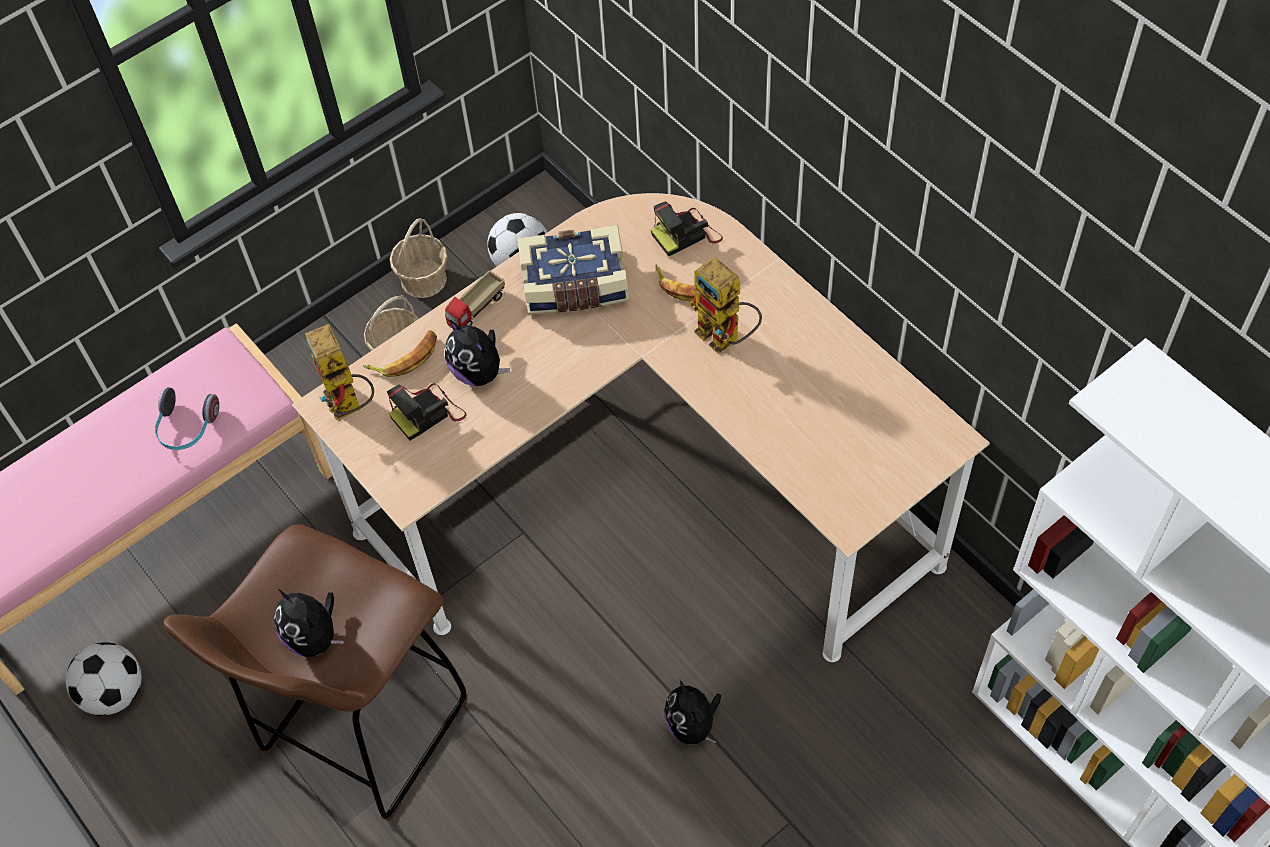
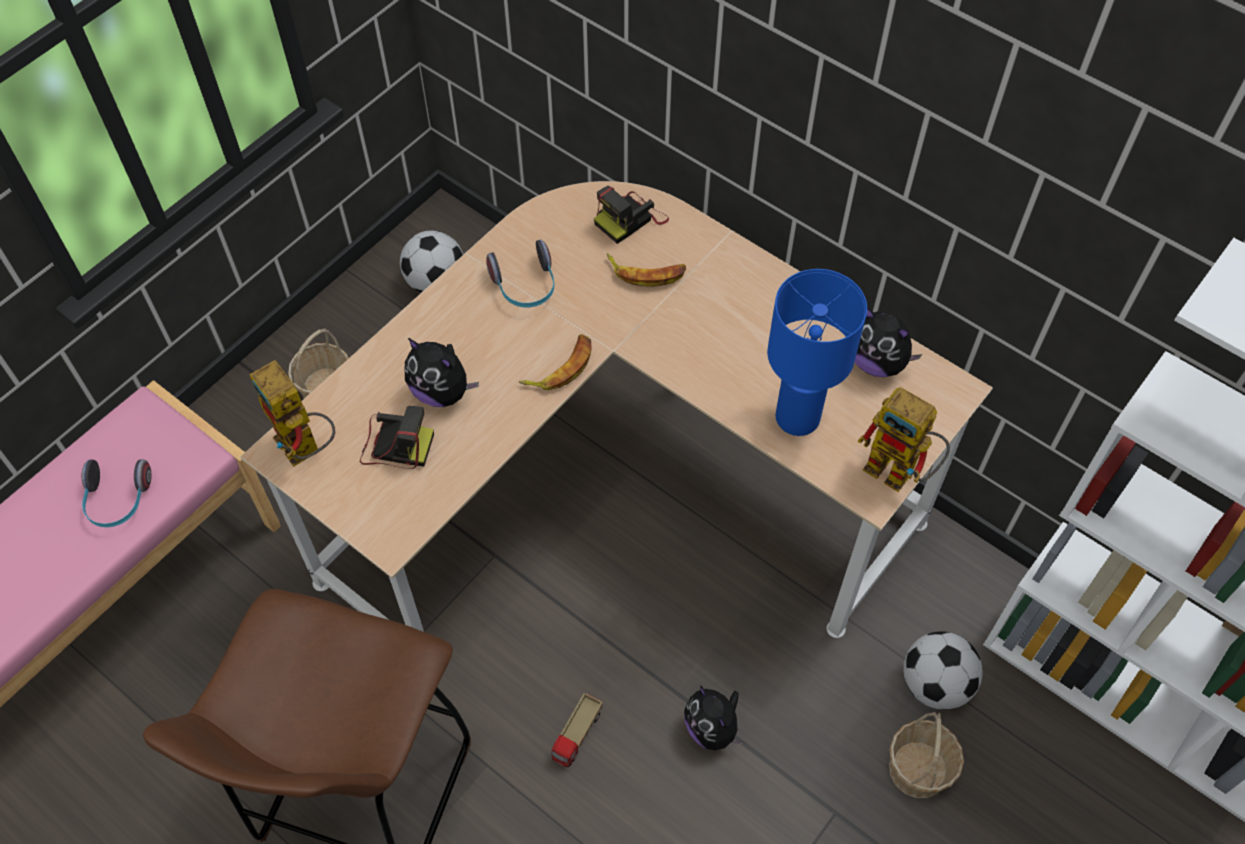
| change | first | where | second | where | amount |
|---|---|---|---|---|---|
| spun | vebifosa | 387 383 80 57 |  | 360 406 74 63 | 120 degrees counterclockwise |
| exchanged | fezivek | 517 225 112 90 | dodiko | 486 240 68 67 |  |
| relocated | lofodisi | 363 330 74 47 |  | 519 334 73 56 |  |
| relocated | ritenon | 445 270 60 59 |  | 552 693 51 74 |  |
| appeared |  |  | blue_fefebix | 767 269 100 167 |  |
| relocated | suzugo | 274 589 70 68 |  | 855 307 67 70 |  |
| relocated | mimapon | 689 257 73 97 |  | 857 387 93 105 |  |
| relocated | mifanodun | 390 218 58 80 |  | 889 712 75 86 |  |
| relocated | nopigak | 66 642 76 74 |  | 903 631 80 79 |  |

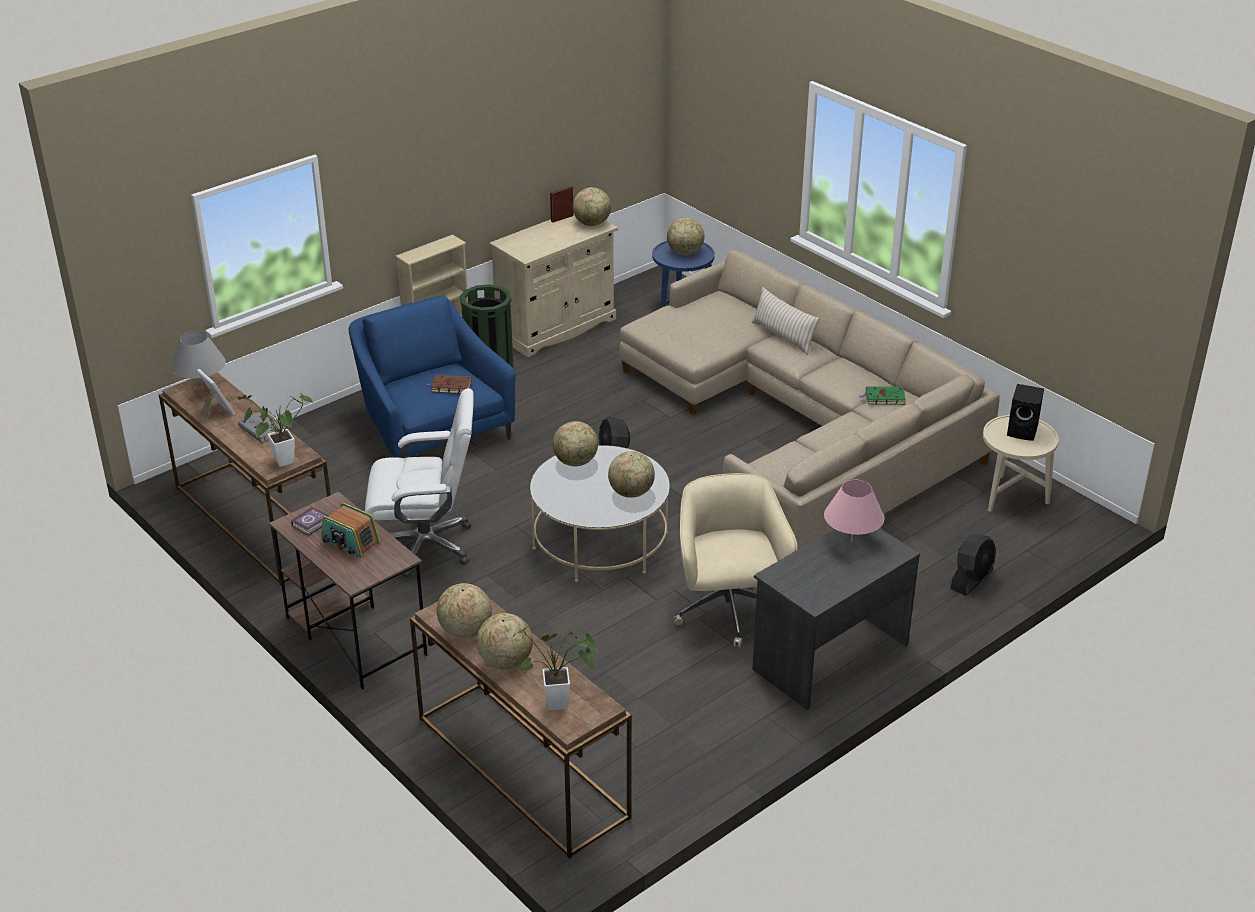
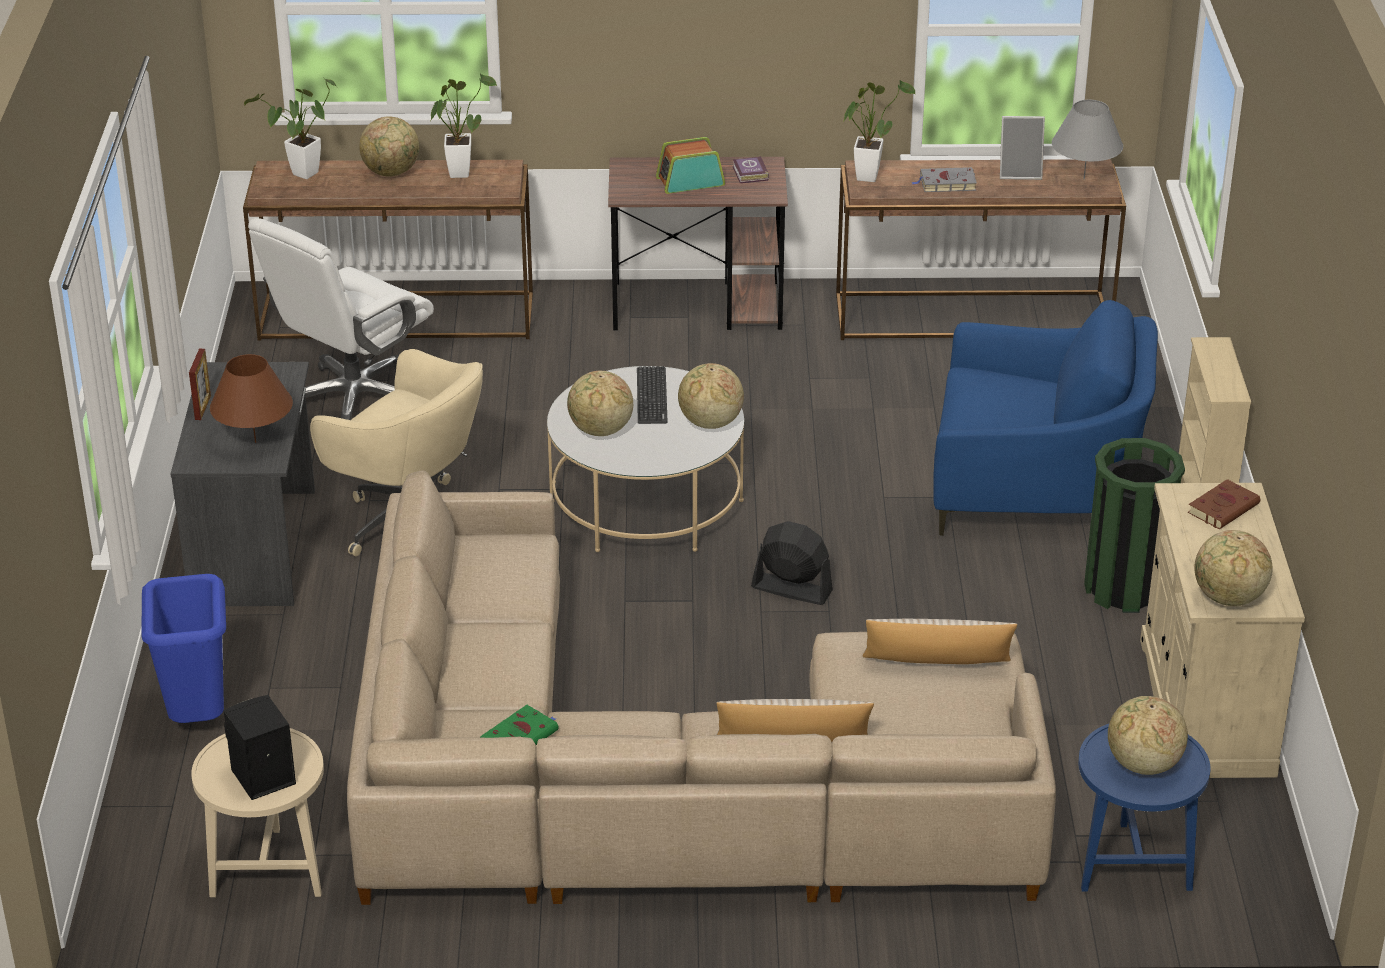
| change | first | where | second | where | amount |
|---|---|---|---|---|---|
| exchanged | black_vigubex | 950 535 46 61 | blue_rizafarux | 142 574 84 149 |  |
| relocated | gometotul | 550 186 24 37 |  | 189 349 22 71 |  |
| colour | pink_fefebix | 824 480 60 62 | brown_fefebix | 210 354 83 89 |  |
| relocated | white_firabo | 365 388 109 190 |  | 248 218 186 202 |  |
| exchanged | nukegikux | 437 583 55 55 | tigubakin | 431 73 66 105 |  |
| appeared |  |  | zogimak | 637 366 31 58 |  |
| appeared |  |  | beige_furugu | 862 619 155 45 |  |
| relocated | brown_fezivek | 427 374 45 20 |  | 1188 479 72 50 |  |

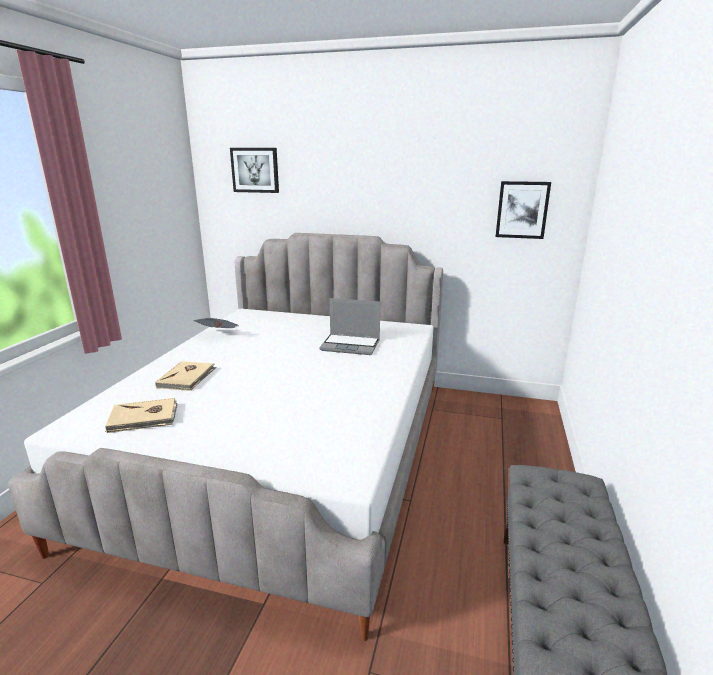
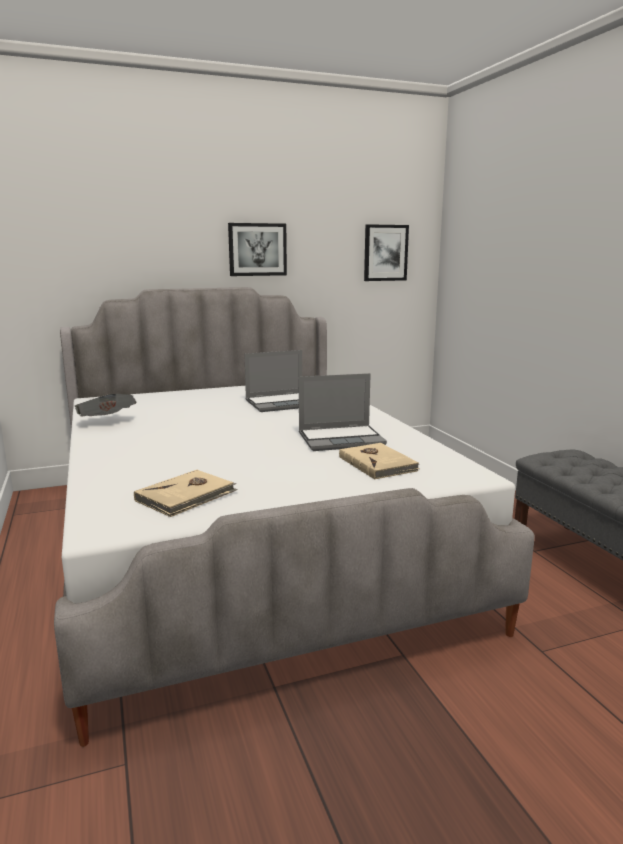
| change | first | where | second | where | amount |
|---|---|---|---|---|---|
| relocated | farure | 230 148 49 45 |  | 228 223 59 53 |  |
| appeared |  |  | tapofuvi | 299 373 88 78 |  |
| relocated | beige_fezivek | 155 361 62 30 |  | 339 443 80 36 |  |

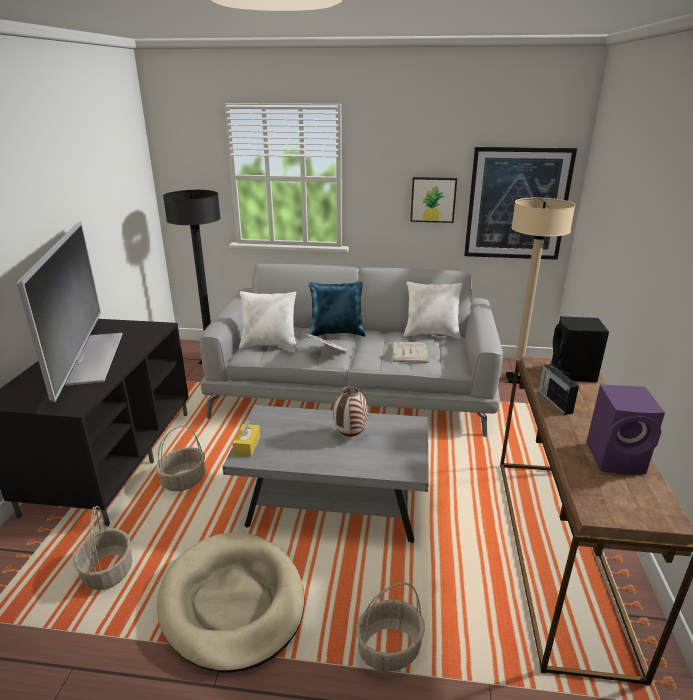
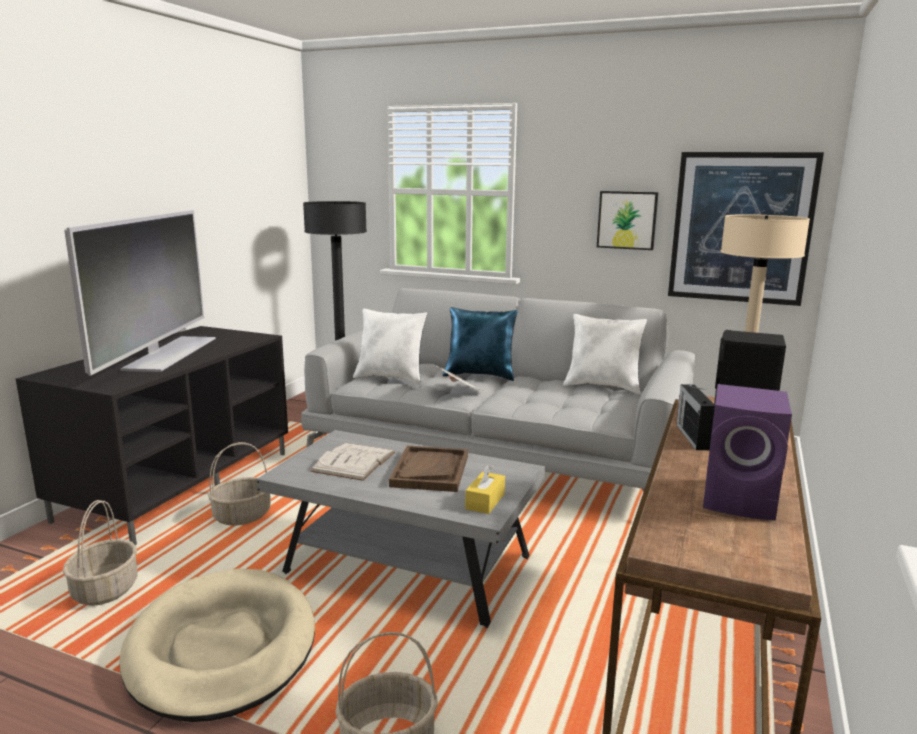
| change | first | where | second | where | amount |
|---|---|---|---|---|---|
| relocated | white_fezivek | 393 341 36 22 |  | 310 443 85 38 |  |
| exchanged | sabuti | 333 386 35 51 | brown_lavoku | 389 446 79 46 |  |
| relocated | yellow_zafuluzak | 233 421 27 35 |  | 465 464 40 50 |  |

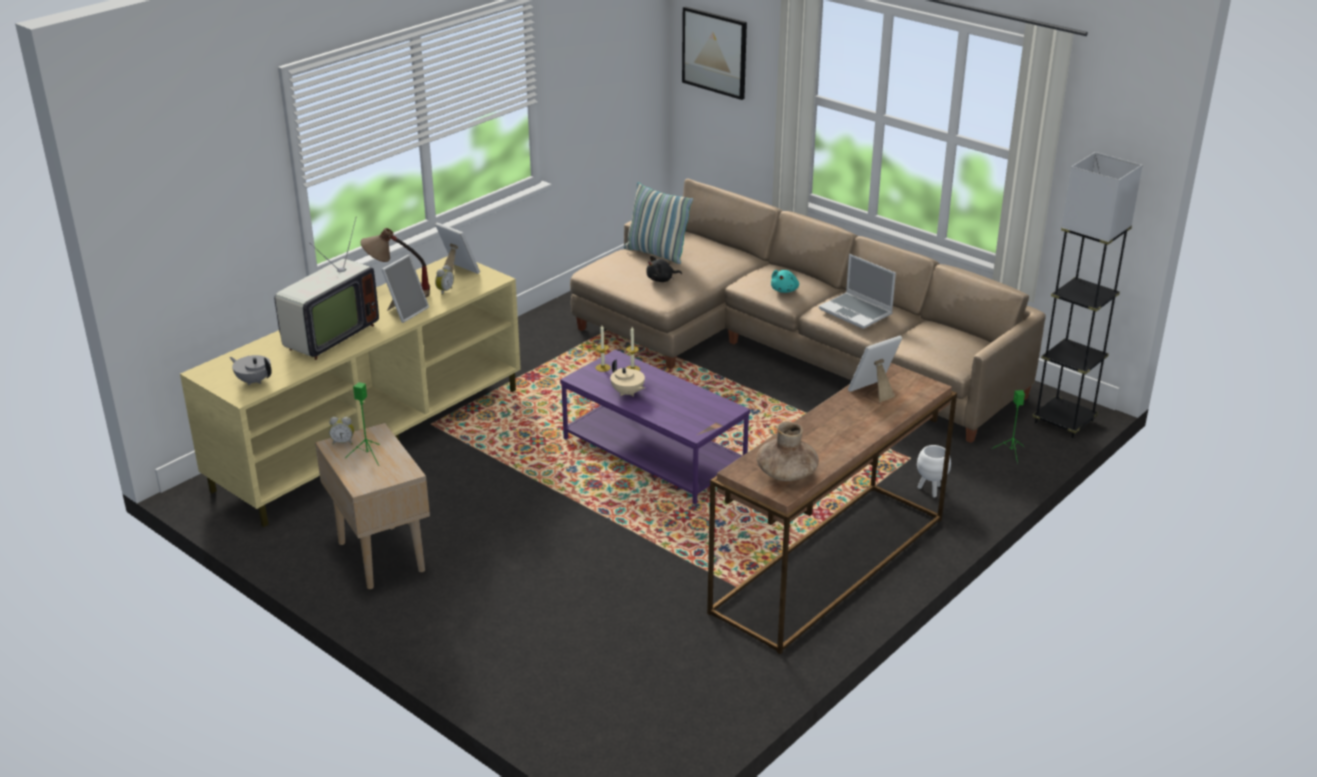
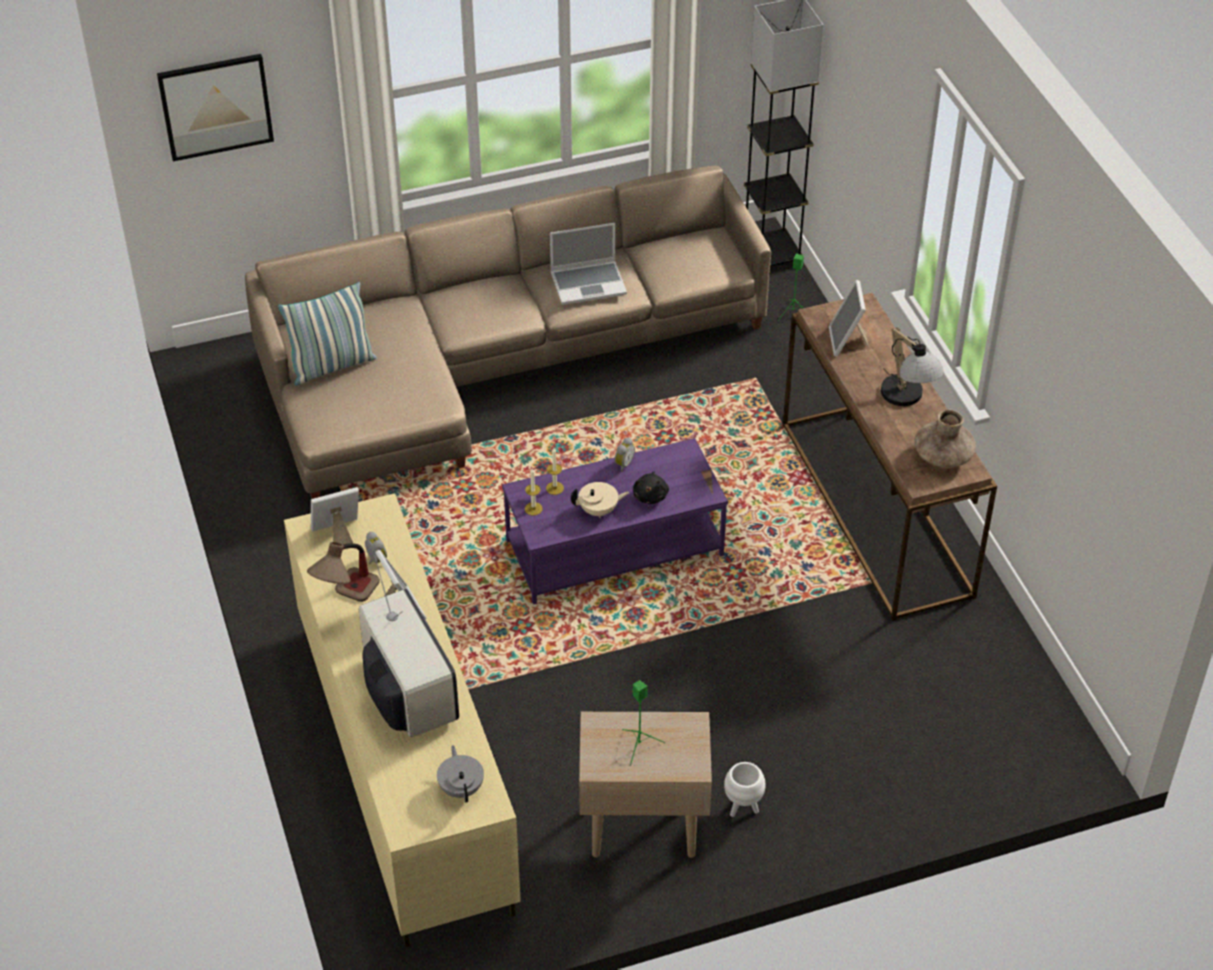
| change | first | where | second | where | amount |
|---|---|---|---|---|---|
| spun | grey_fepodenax | 229 355 43 30 |  | 437 745 47 58 | 105 degrees clockwise |
| relocated | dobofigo | 329 417 25 28 |  | 615 438 20 34 |  |
| relocated | black_suzugo | 646 256 36 26 |  | 633 471 36 33 |  |
| relocated | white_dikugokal | 917 445 34 53 |  | 724 762 42 55 |  |
| appeared |  |  | fefebix | 881 327 63 79 |  |
| missing | turquoise_suzugo | 771 270 28 23 |  |  |  |

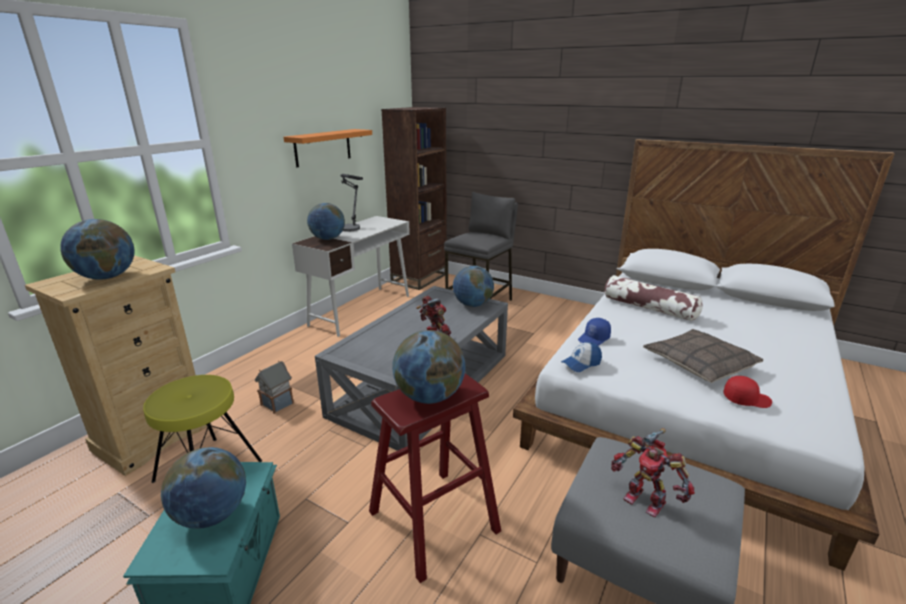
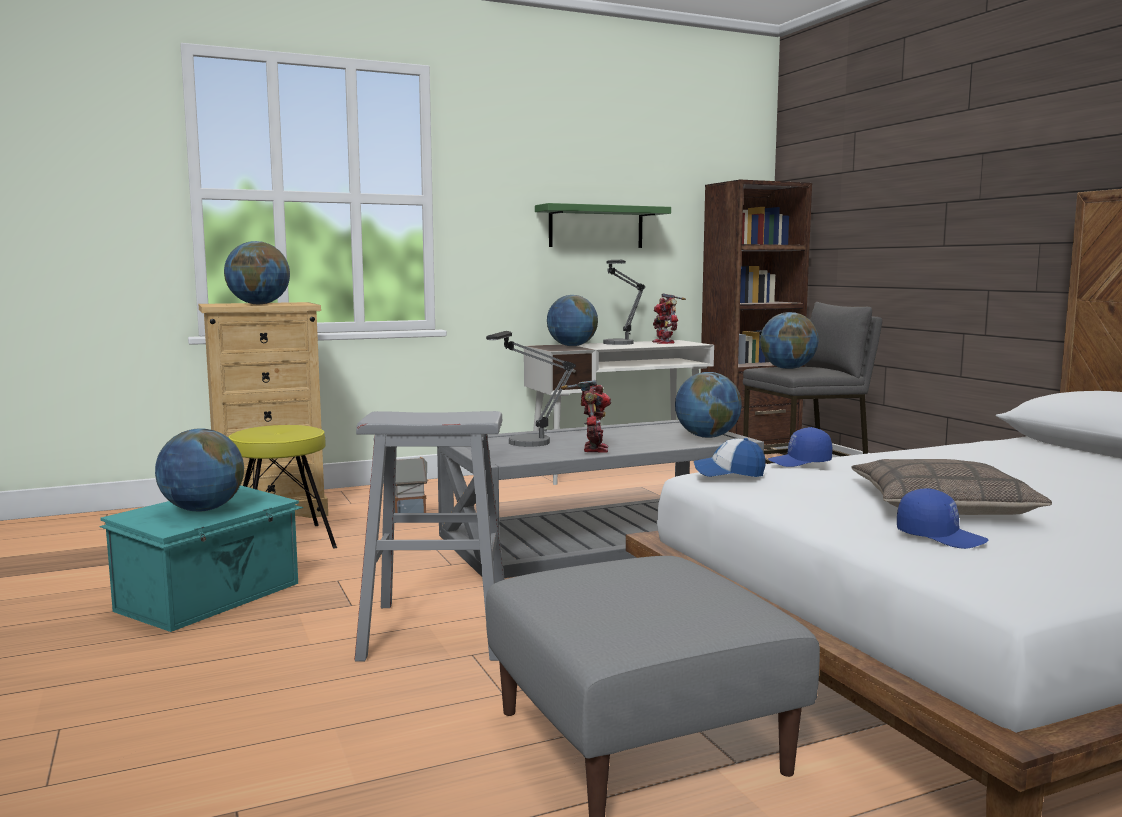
| change | first | where | second | where | amount |
|---|---|---|---|---|---|
| colour | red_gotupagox | 369 374 132 209 | grey_gotupagox | 354 411 151 250 |  |
| appeared |  |  | fefebix | 486 331 90 116 |  |
| colour | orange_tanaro | 284 129 88 38 | green_tanaro | 535 203 136 45 |  |
| relocated | mimapon | 611 428 84 89 |  | 652 293 34 51 |  |
| relocated | nukegikux | 392 330 73 74 |  | 760 312 59 57 |  |
| colour | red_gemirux | 723 376 49 32 | blue_gemirux | 897 488 91 61 |  |
| missing | furugu | 605 275 98 46 |  |  |  |

